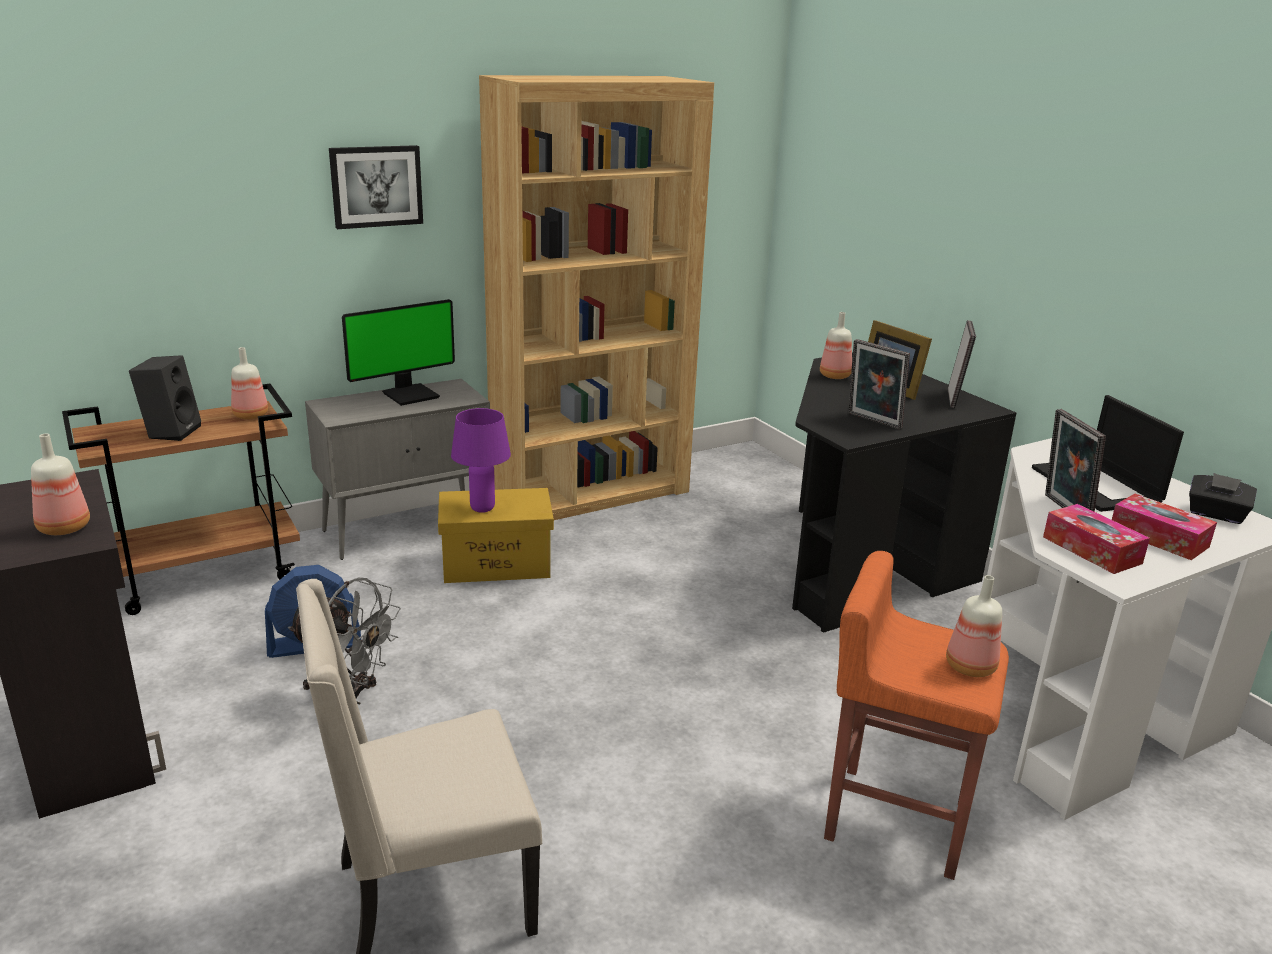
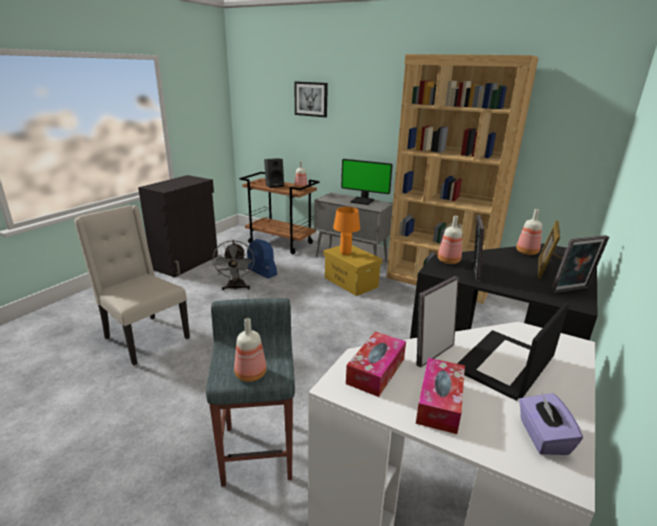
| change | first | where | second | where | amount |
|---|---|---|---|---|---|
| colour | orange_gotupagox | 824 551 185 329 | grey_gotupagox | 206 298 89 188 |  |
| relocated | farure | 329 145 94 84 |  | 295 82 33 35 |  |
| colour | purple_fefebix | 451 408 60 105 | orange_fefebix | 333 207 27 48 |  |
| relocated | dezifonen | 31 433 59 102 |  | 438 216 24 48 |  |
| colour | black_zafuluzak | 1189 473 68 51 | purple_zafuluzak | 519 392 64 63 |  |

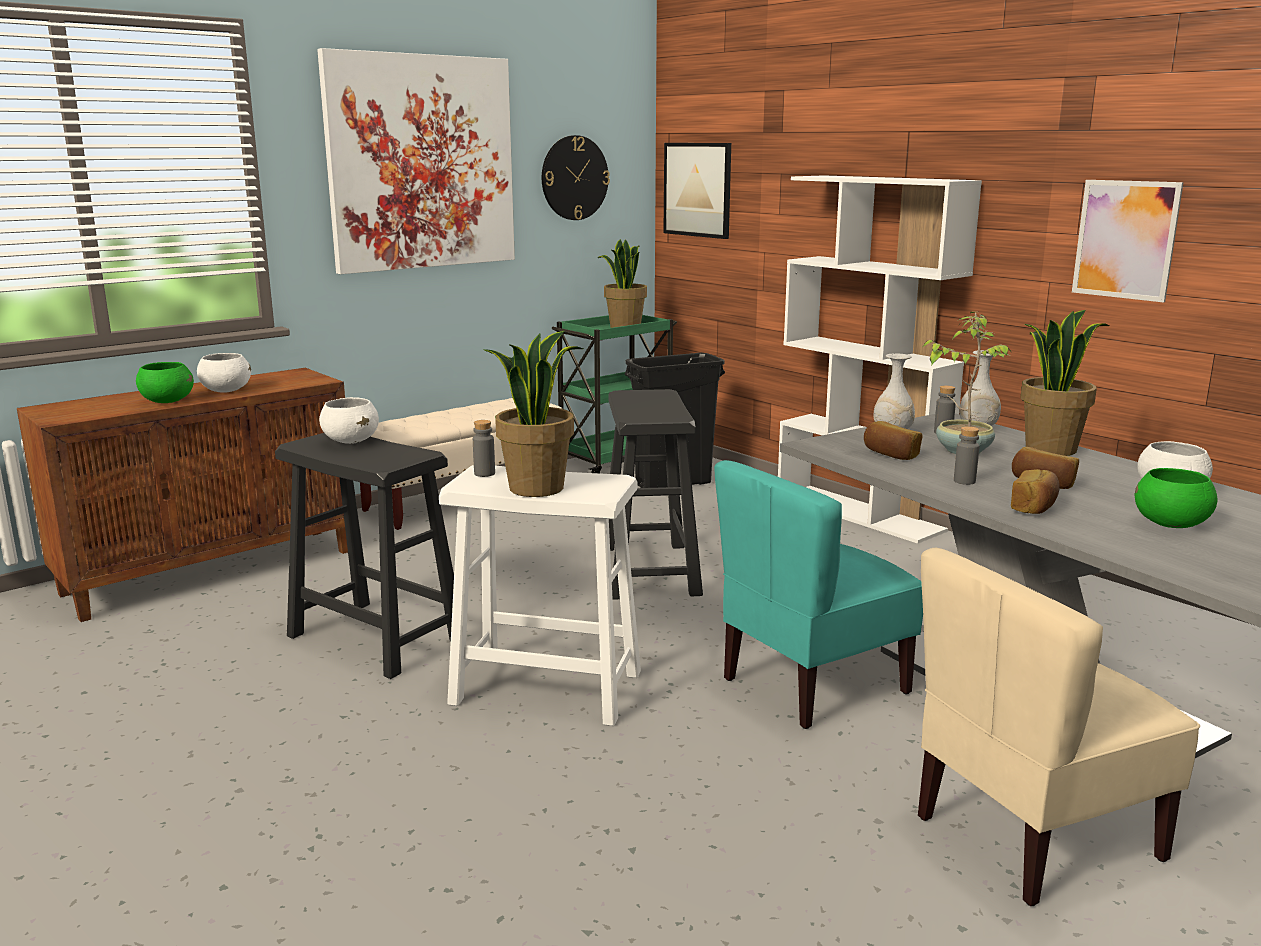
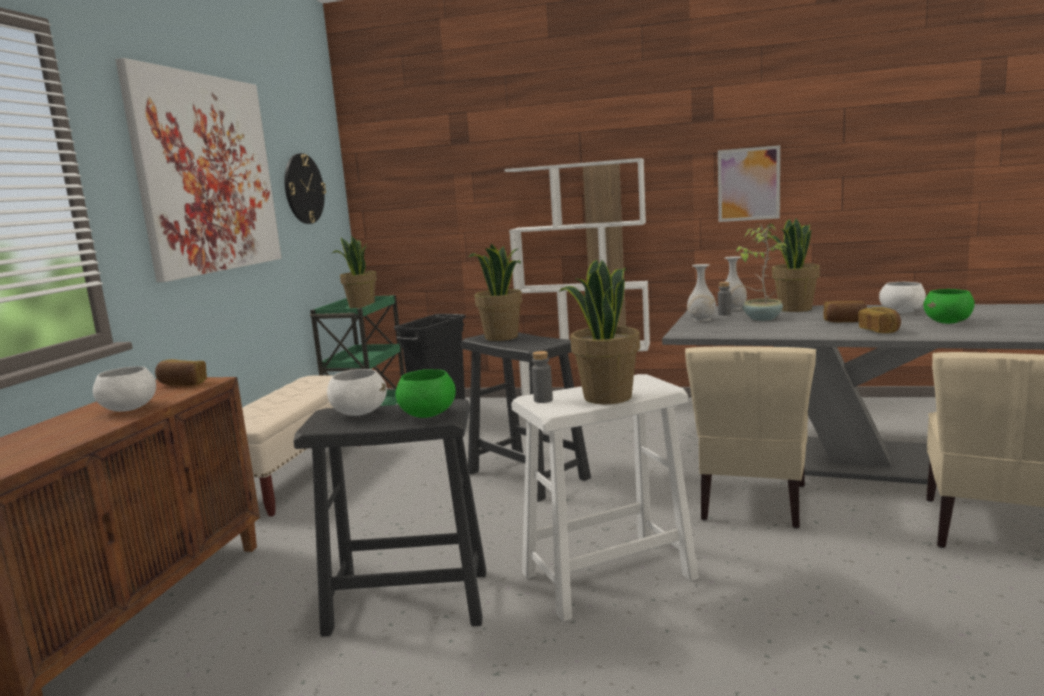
| change | first | where | second | where | amount |
|---|---|---|---|---|---|
| relocated | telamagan | 864 421 58 39 |  | 155 359 52 27 |  |
| relocated | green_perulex | 136 362 58 41 |  | 396 369 60 49 |  |
| appeared |  |  | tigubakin | 469 244 53 97 |  |
| colour | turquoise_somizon | 714 460 209 269 | beige_somizon | 685 346 131 182 |  |
| missing | farure | 663 143 68 96 |  |  |  |
| missing | grey_dezifonen | 954 426 25 59 |  |  |  |

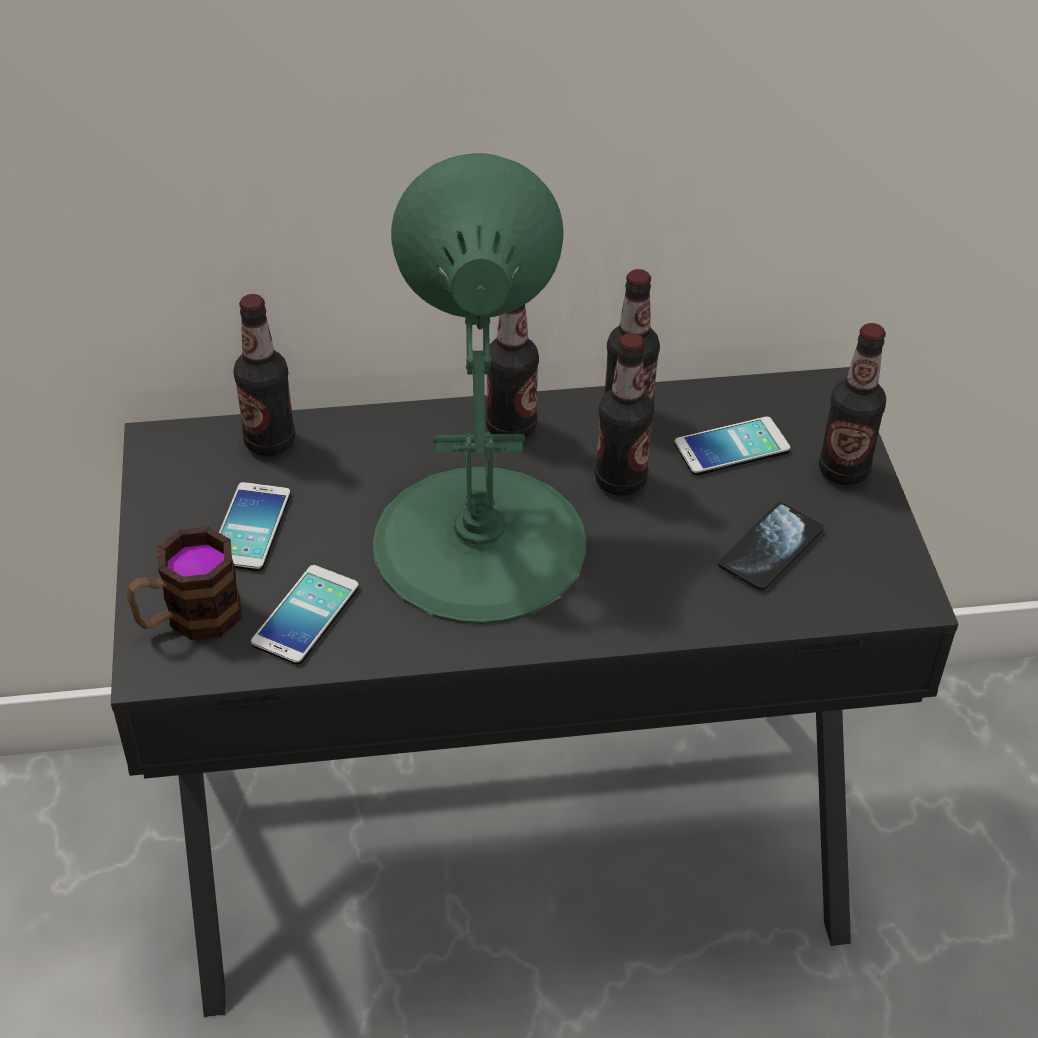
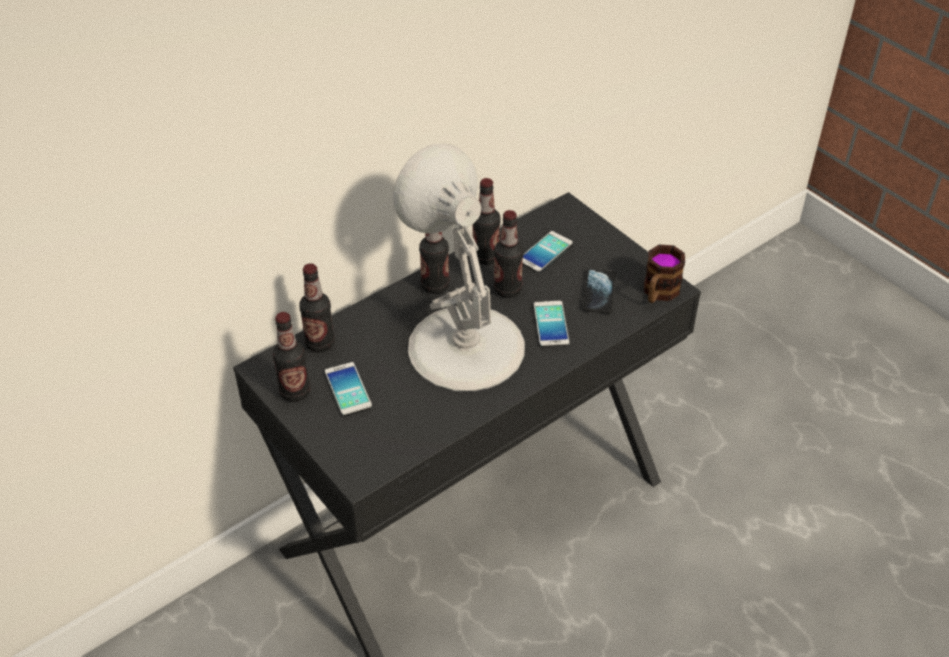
| change | first | where | second | where | amount |
|---|---|---|---|---|---|
| relocated | dezifonen | 819 323 67 162 |  | 272 312 38 90 |  |
| colour | green_fefebix | 373 153 214 471 | white_fefebix | 393 144 132 248 |  |
| relocated | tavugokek | 251 565 108 100 |  | 533 301 37 46 |  |
| relocated | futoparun | 127 527 115 113 |  | 644 245 41 58 |  |

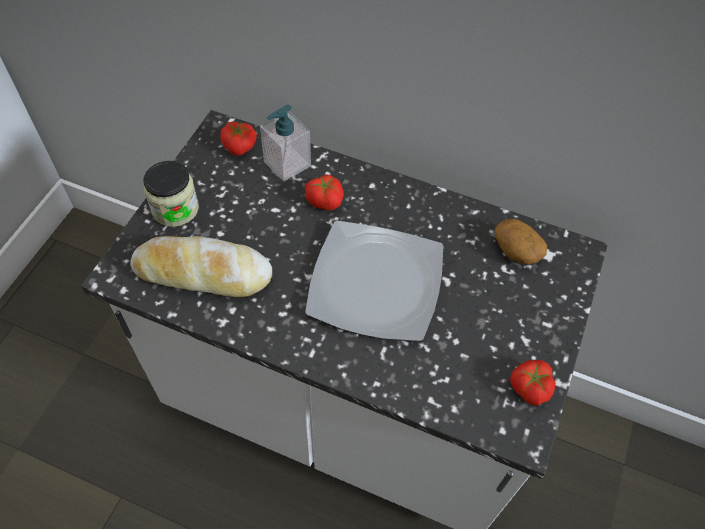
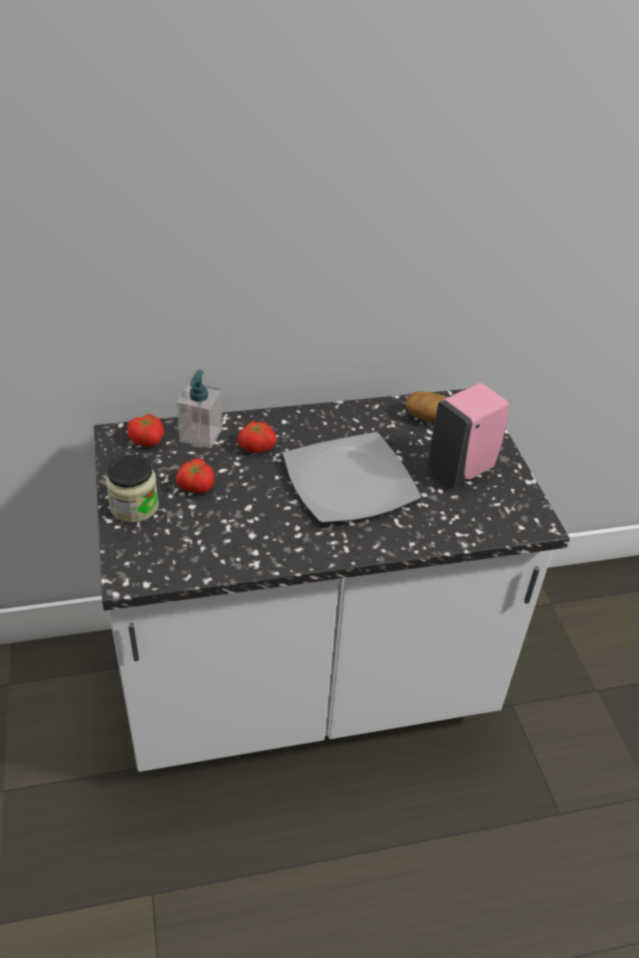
| change | first | where | second | where | amount |
|---|---|---|---|---|---|
| relocated | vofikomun | 510 360 46 46 |  | 176 458 39 35 |  |
| appeared |  |  | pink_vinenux | 428 383 81 104 |  |
| missing | telamagan | 131 236 141 61 |  |  |  |

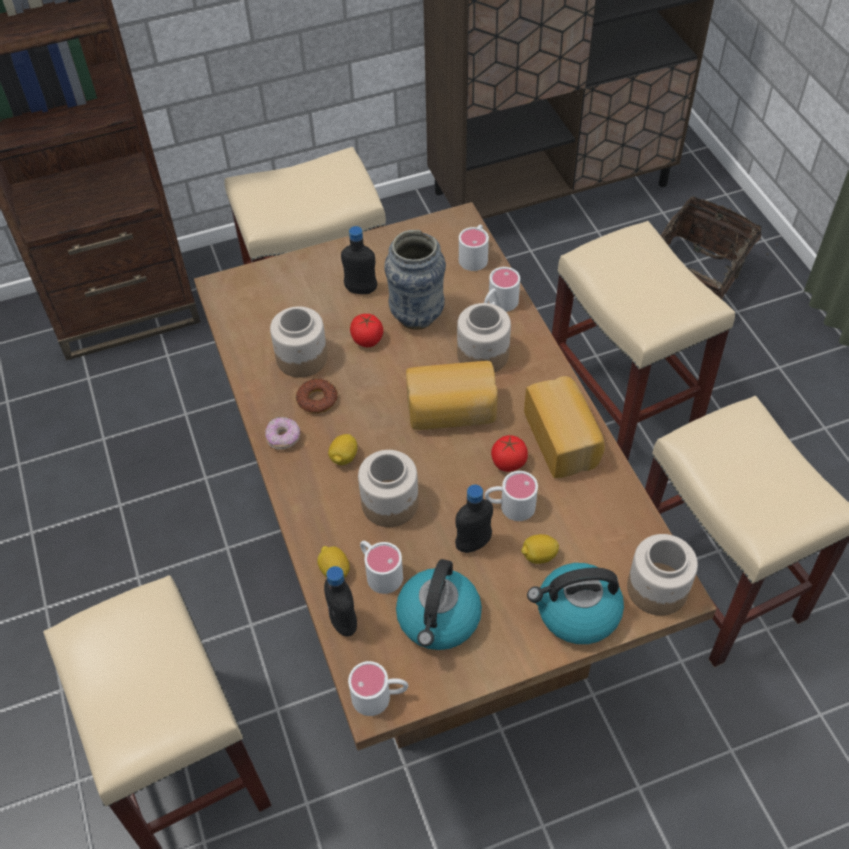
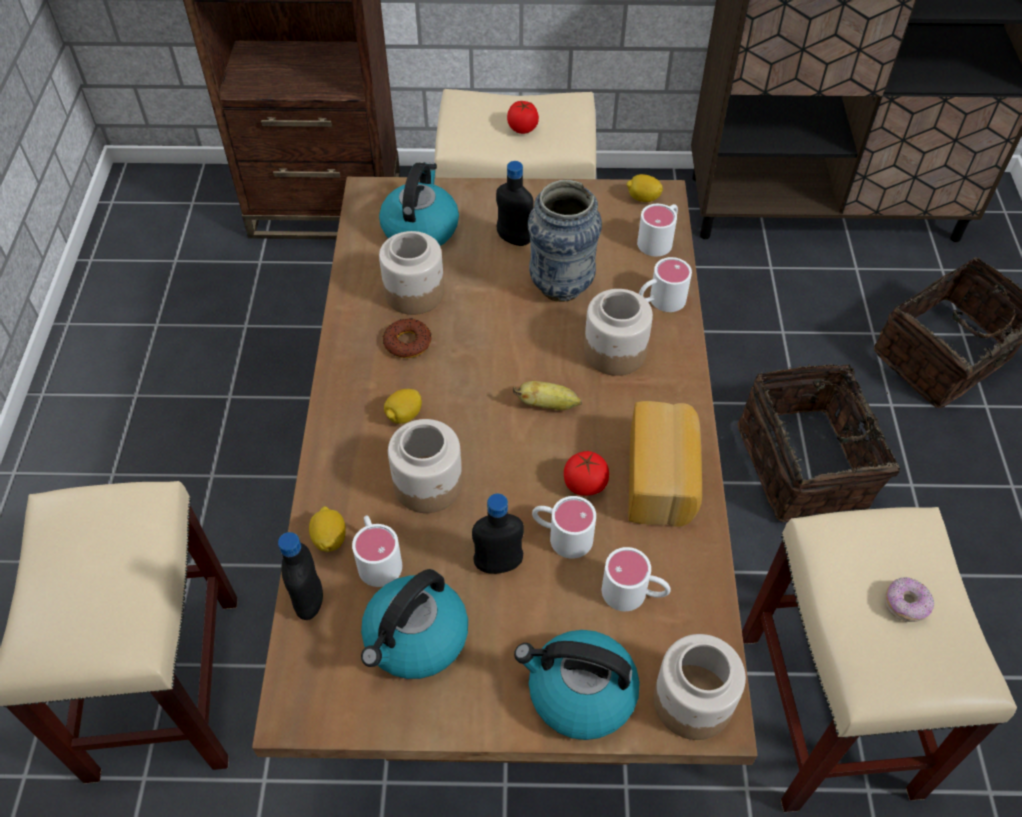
| change | first | where | second | where | amount |
|---|---|---|---|---|---|
| appeared |  |  | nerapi | 379 162 80 84 |  |
| relocated | vofikomun | 350 314 33 33 |  | 507 101 32 33 |  |
| exchanged | telamagan | 406 361 91 69 | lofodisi | 513 381 69 29 |  |
| relocated | white_futoparun | 348 661 60 55 |  | 602 547 69 64 |  |
| relocated | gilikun | 521 534 38 30 |  | 627 174 36 28 |  |
| exchanged | beige_gotupagox | 552 221 183 239 | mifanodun | 737 363 163 159 |  |
| relocated | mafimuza | 265 417 35 33 |  | 885 577 50 45 |  |

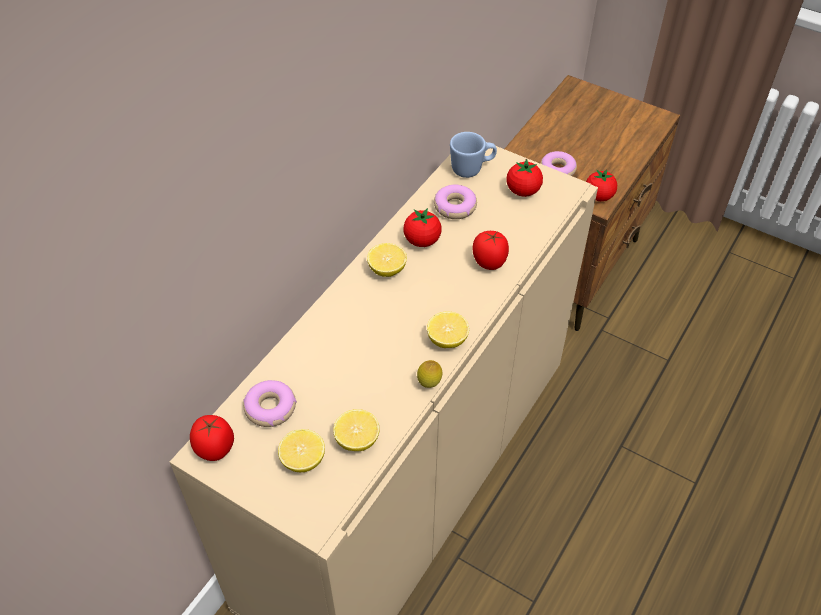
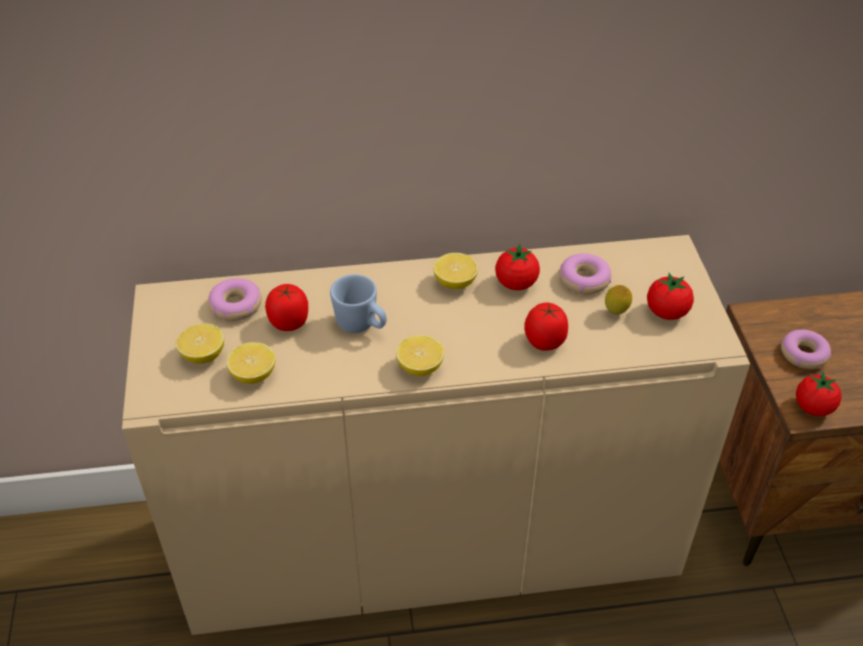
| change | first | where | second | where | amount |
|---|---|---|---|---|---|
| relocated | vofikomun | 190 415 44 46 |  | 265 284 43 47 |  |
| relocated | blue_futoparun | 450 132 47 46 |  | 330 274 57 59 |  |
| relocated | gilikun | 417 360 25 28 |  | 605 285 27 30 |  |

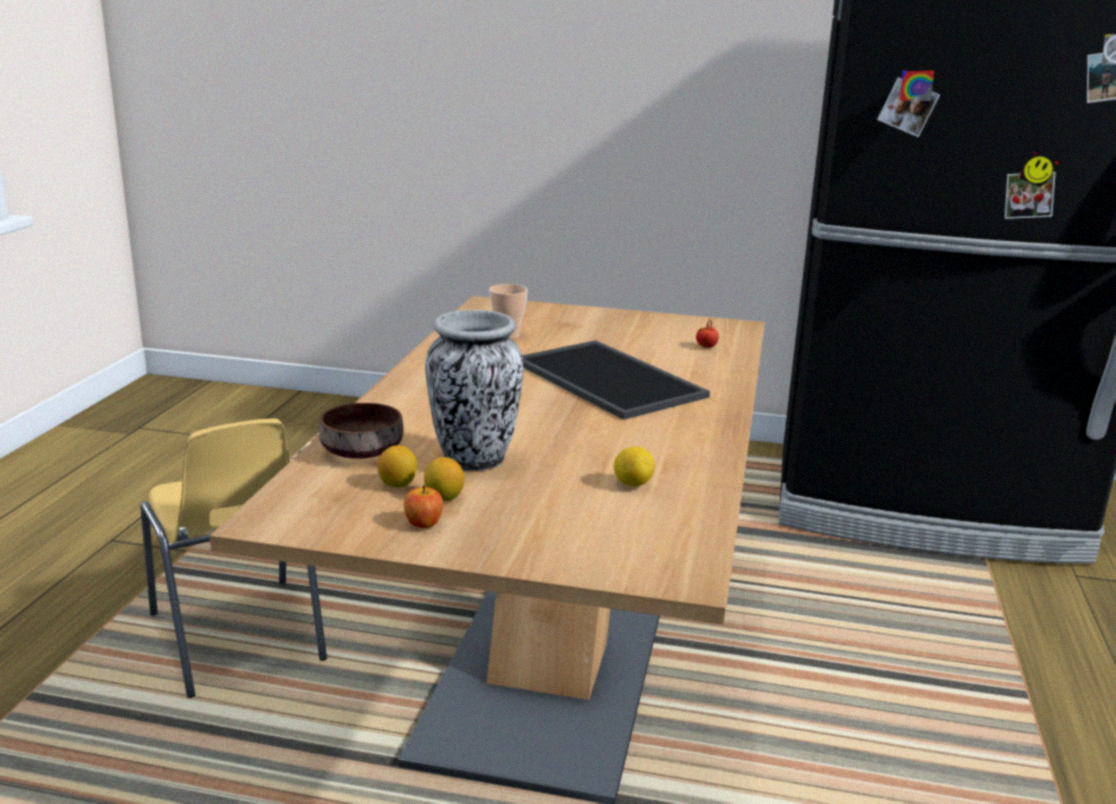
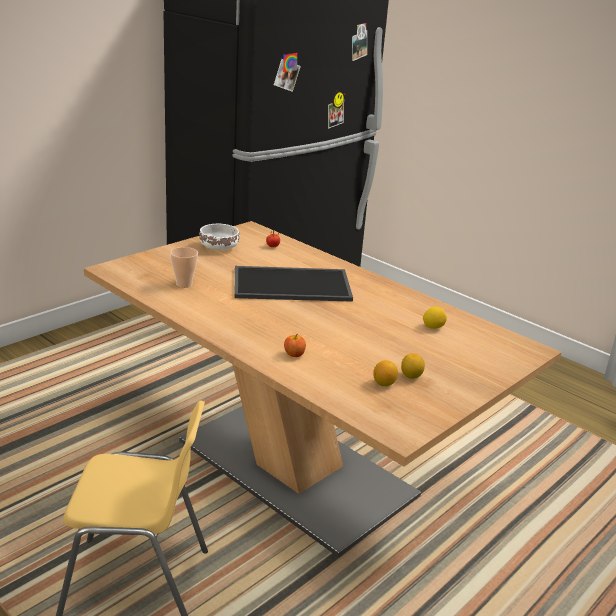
| change | first | where | second | where | amount |
|---|---|---|---|---|---|
| appeared |  |  | white_perulex | 199 224 40 26 |  |
| relocated | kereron | 404 485 39 43 |  | 284 334 22 23 |  |
| missing | brown_perulex | 319 403 85 56 |  |  |  |
| missing | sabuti | 425 310 98 161 |  |  |  |

